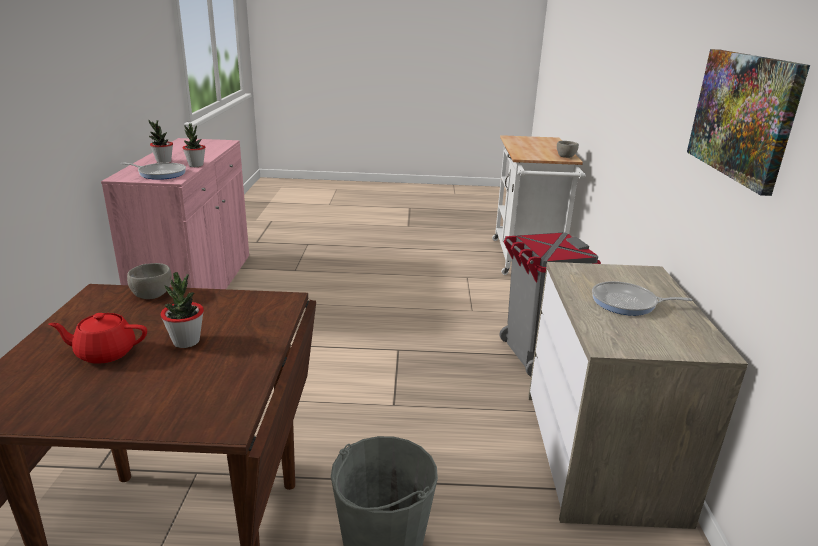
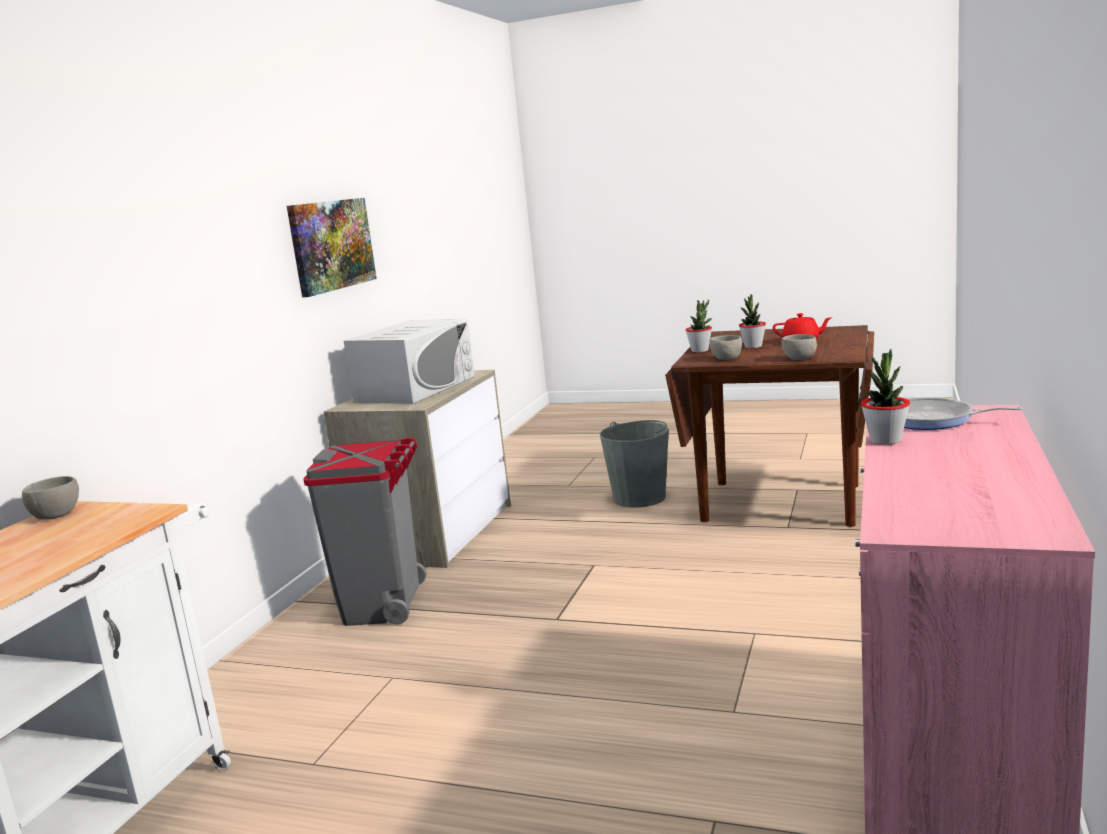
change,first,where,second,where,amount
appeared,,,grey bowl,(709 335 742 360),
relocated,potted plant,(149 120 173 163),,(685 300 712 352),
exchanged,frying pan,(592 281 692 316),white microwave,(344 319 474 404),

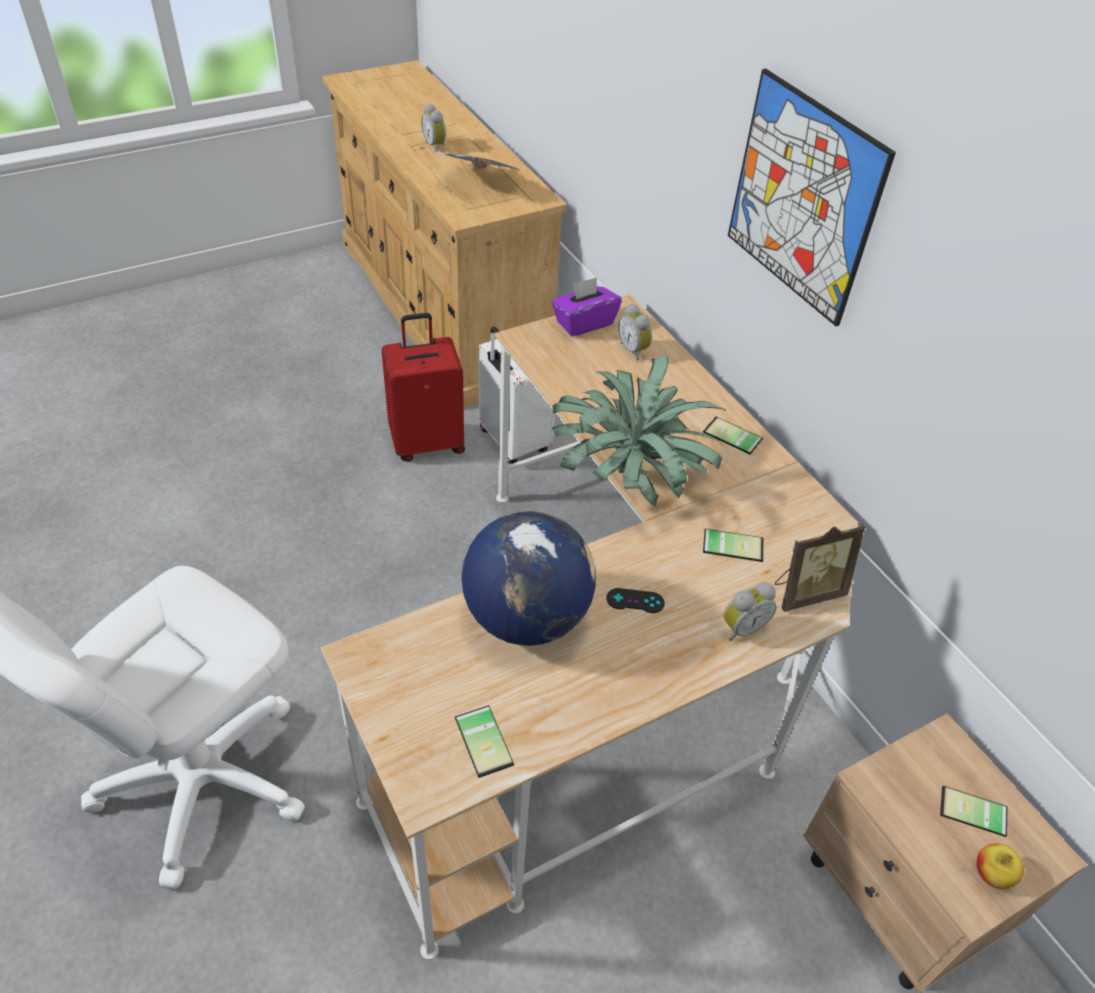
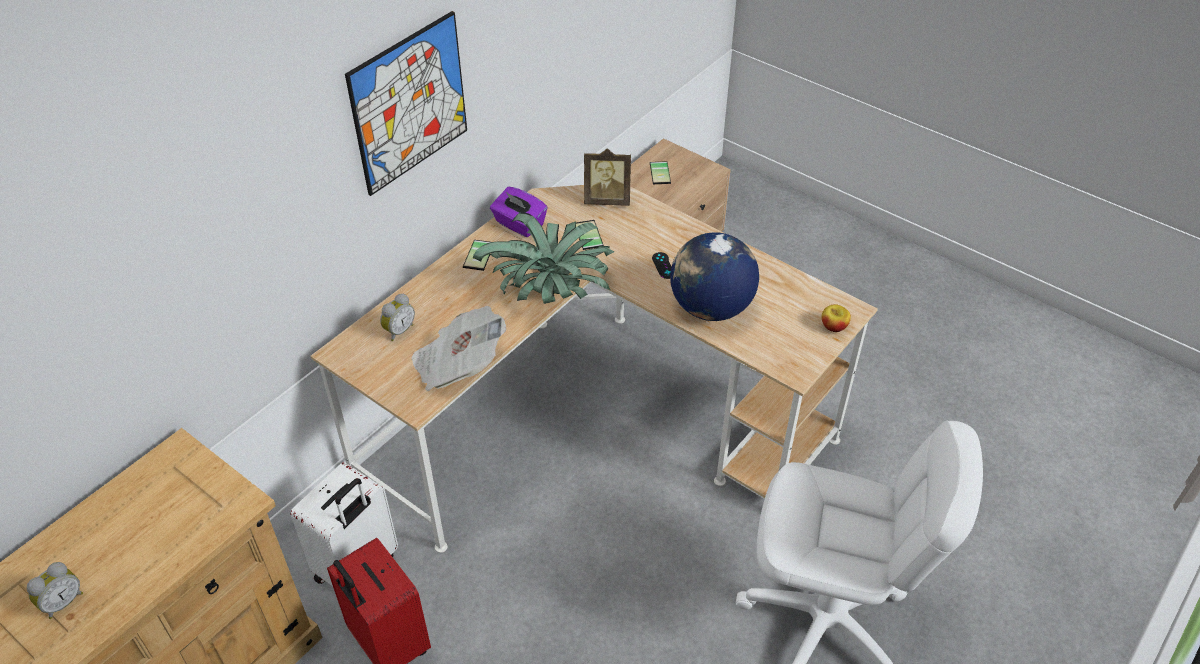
change,first,where,second,where,amount
missing,phone,(455 705 514 778),,,
missing,alarm clock,(724 582 776 641),,,
relocated,newspaper,(434 151 520 170),,(411 306 506 391),
relocated,purple tissue box,(552 277 622 336),,(490 187 548 237),
relocated,apple,(977 843 1024 889),,(822 304 851 332),
spun,picture frame,(774 524 865 612),,(584 149 631 206),135 degrees clockwise

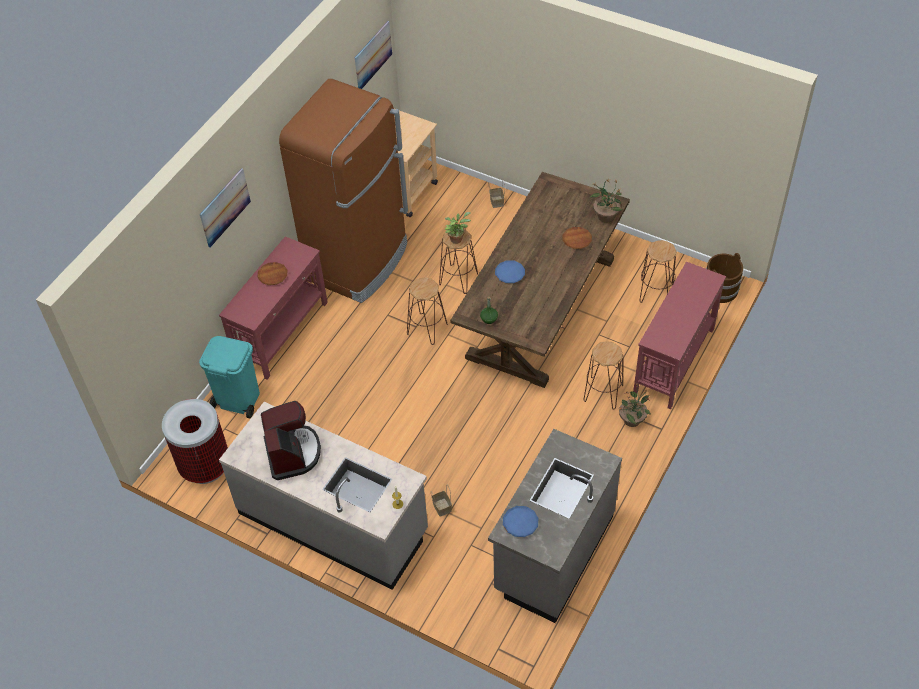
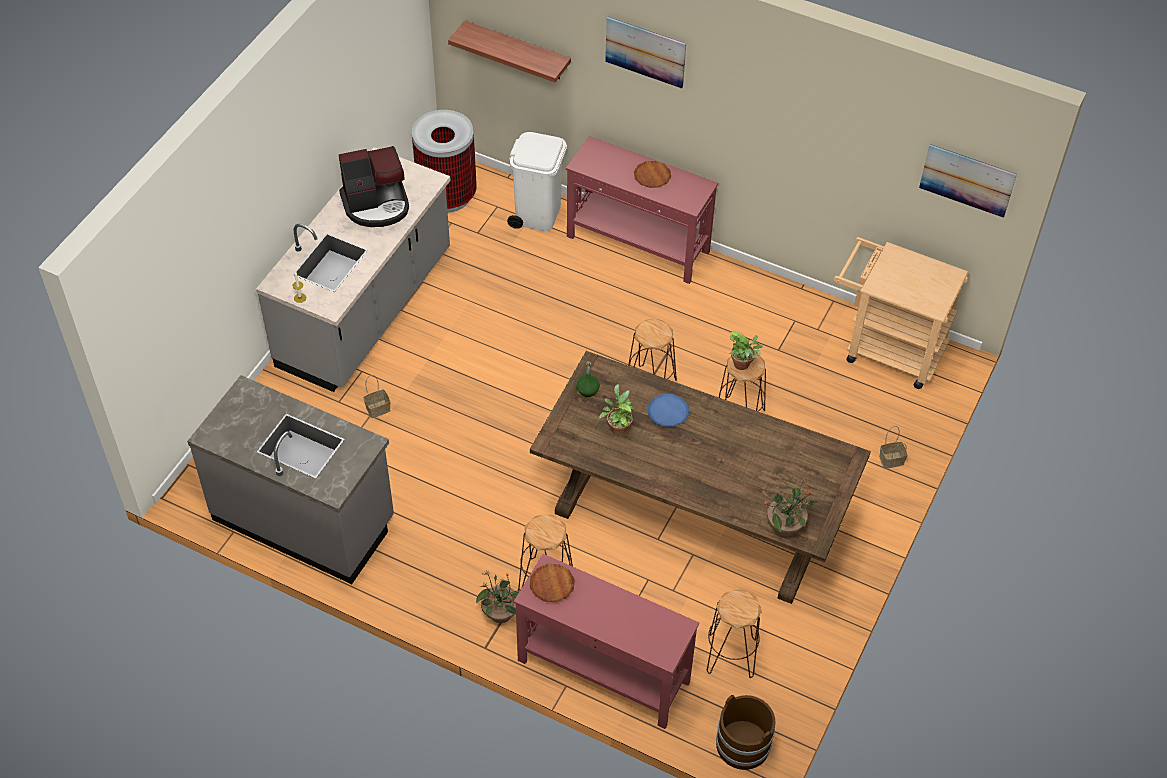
change,first,where,second,where,amount
missing,brown fridge,(279 79 408 303),,,
missing,blue plate,(503 506 538 537),,,
appeared,,,shelf,(448 21 571 82),
appeared,,,potted plant,(599 384 634 436),
relocated,brown plate,(562 227 592 249),,(530 564 575 602),
colour,turquoise trash can,(199 336 260 418),white trash can,(507 132 567 231),

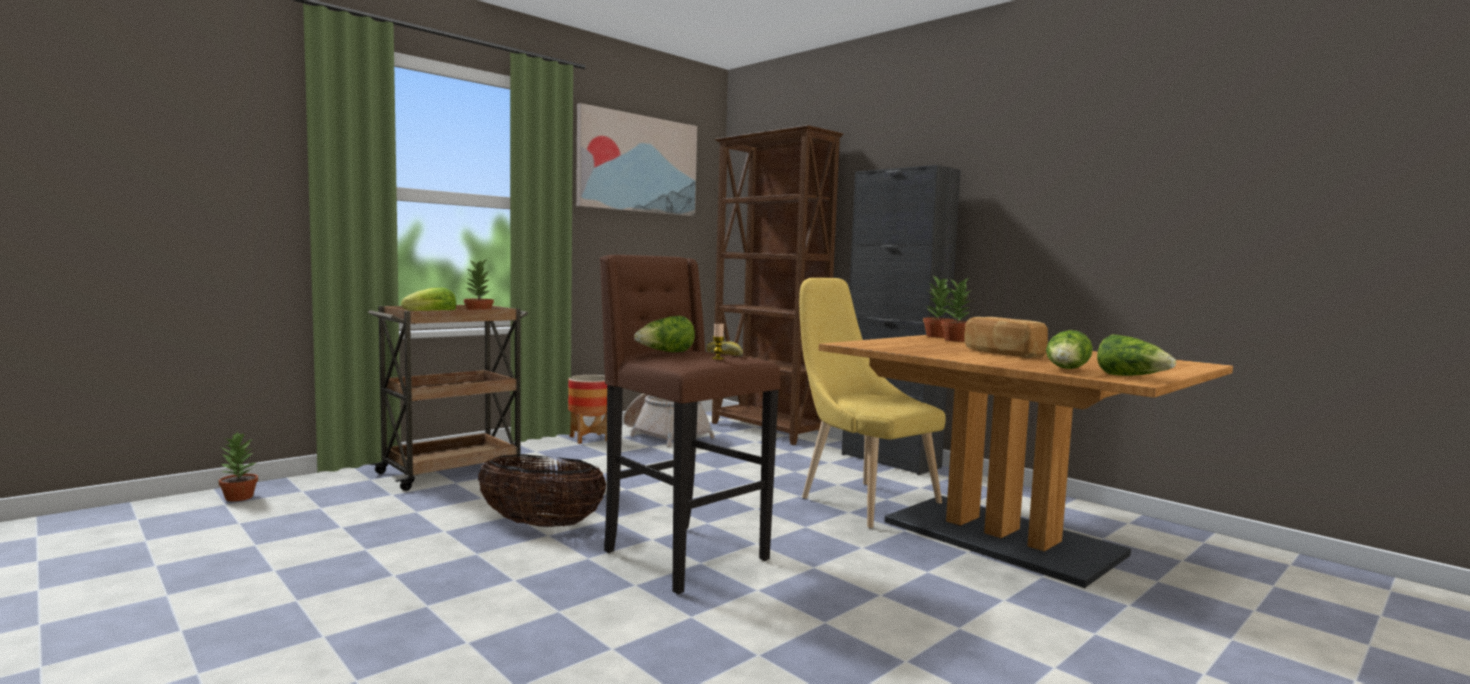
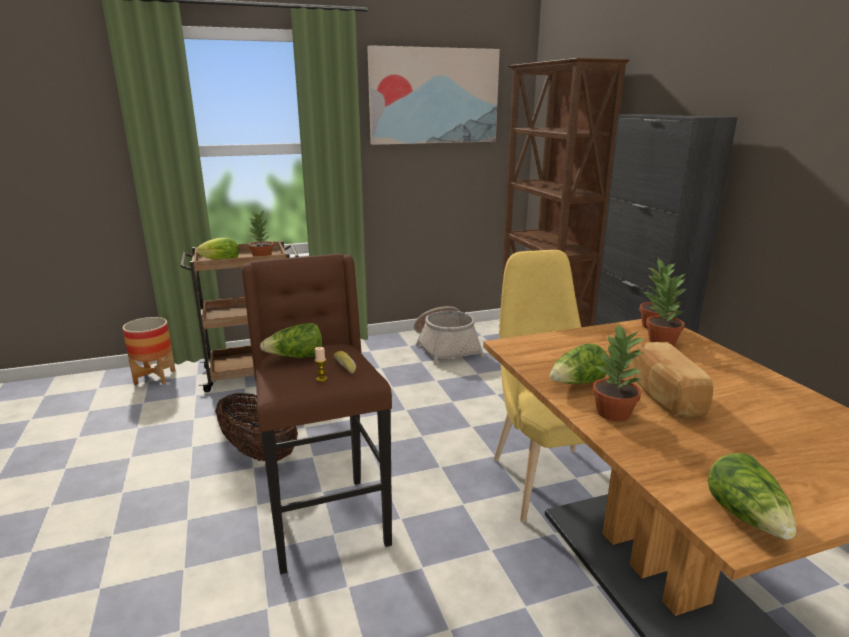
change,first,where,second,where,amount
relocated,potted plant,(219 432 258 501),,(592 324 645 421),
relocated,planter,(568 375 607 444),,(122 317 176 385),
relocated,lettuce,(1046 330 1093 369),,(550 344 608 384),

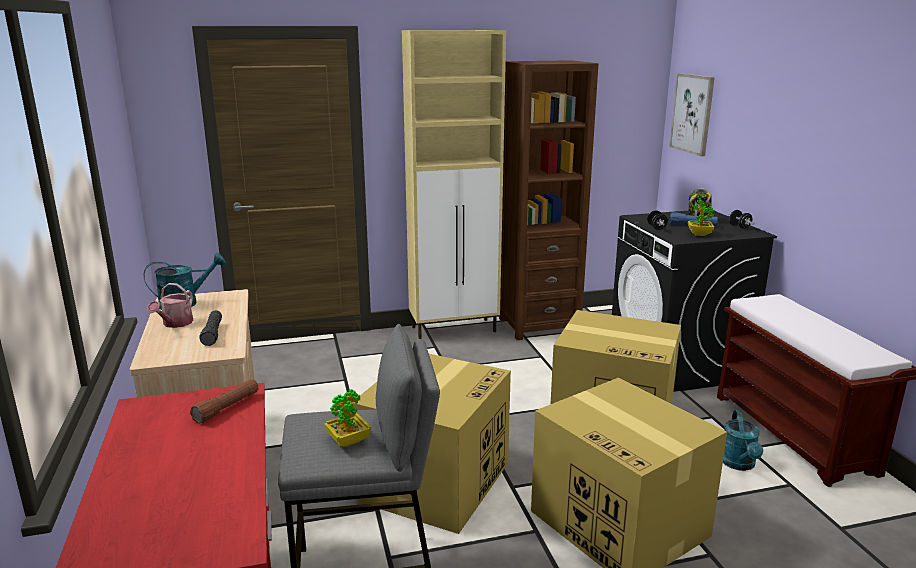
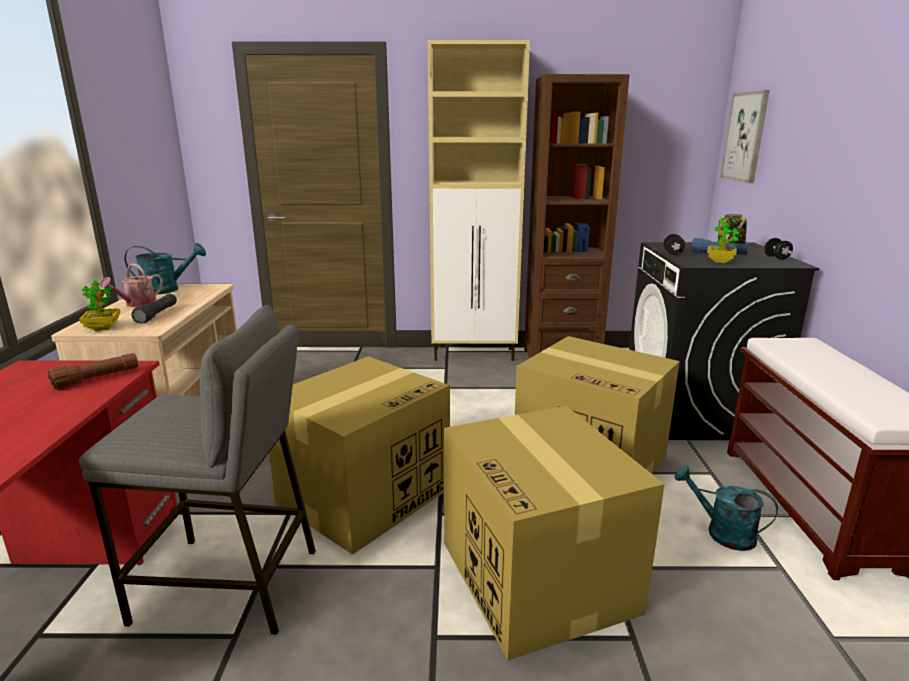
change,first,where,second,where,amount
relocated,potted plant,(324 389 371 447),,(79 280 121 331),
spun,turquoise watering can,(723 410 763 471),,(674 466 778 551),105 degrees clockwise

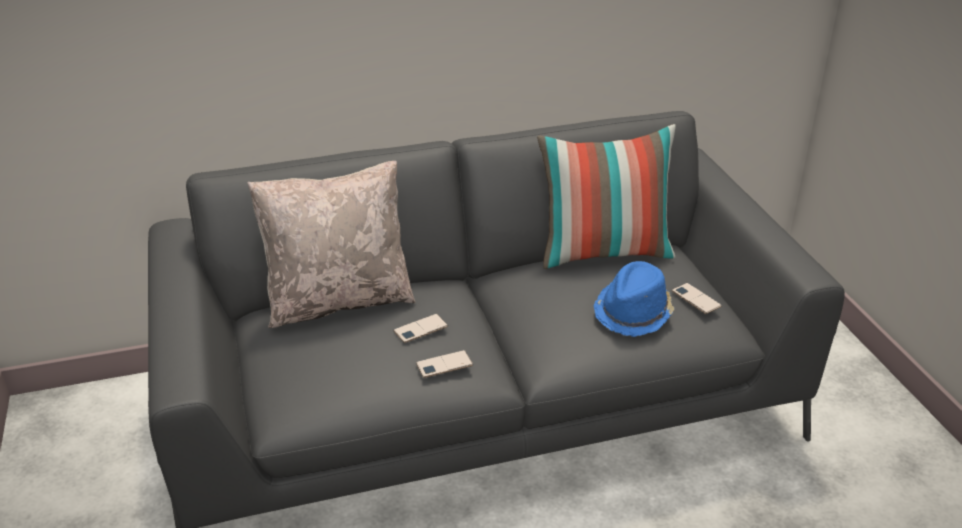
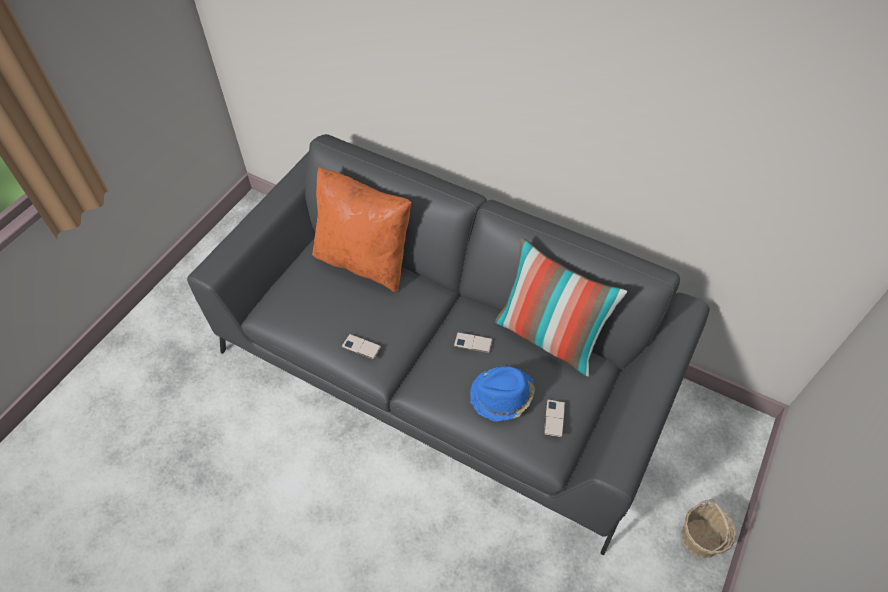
change,first,where,second,where,amount
appeared,,,basket,(681 499 736 558),
relocated,phone,(393 314 448 343),,(454 332 493 353),
colour,beige pillow,(247 161 416 328),orange pillow,(312 167 412 292),

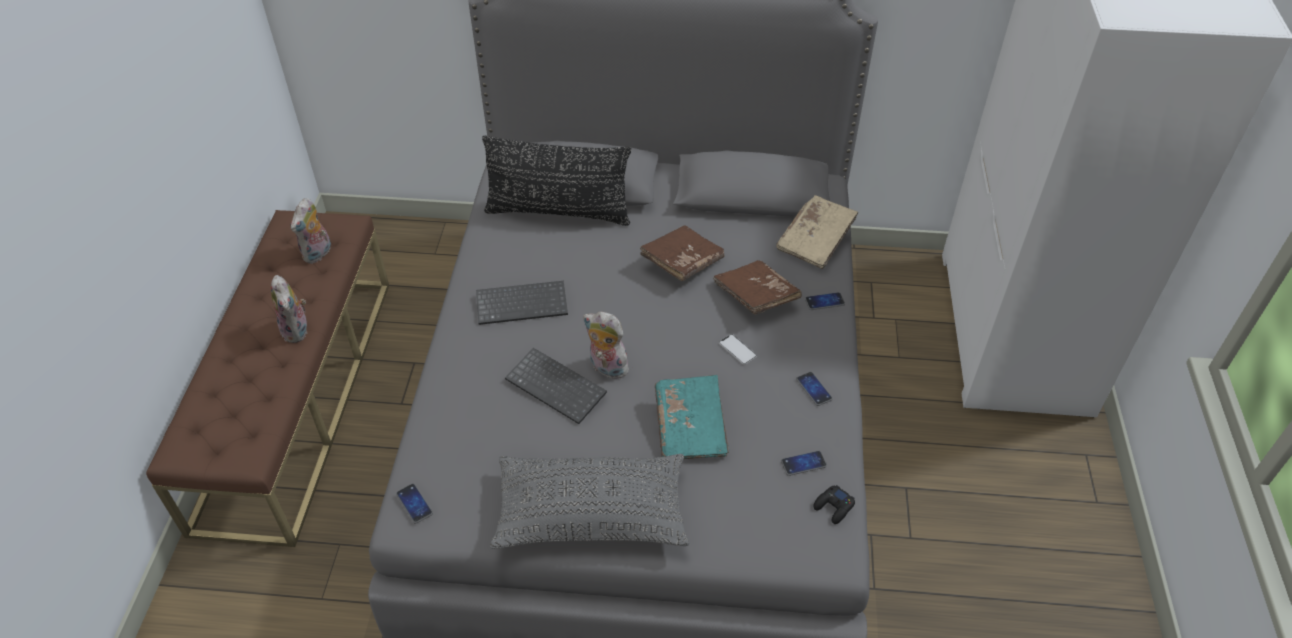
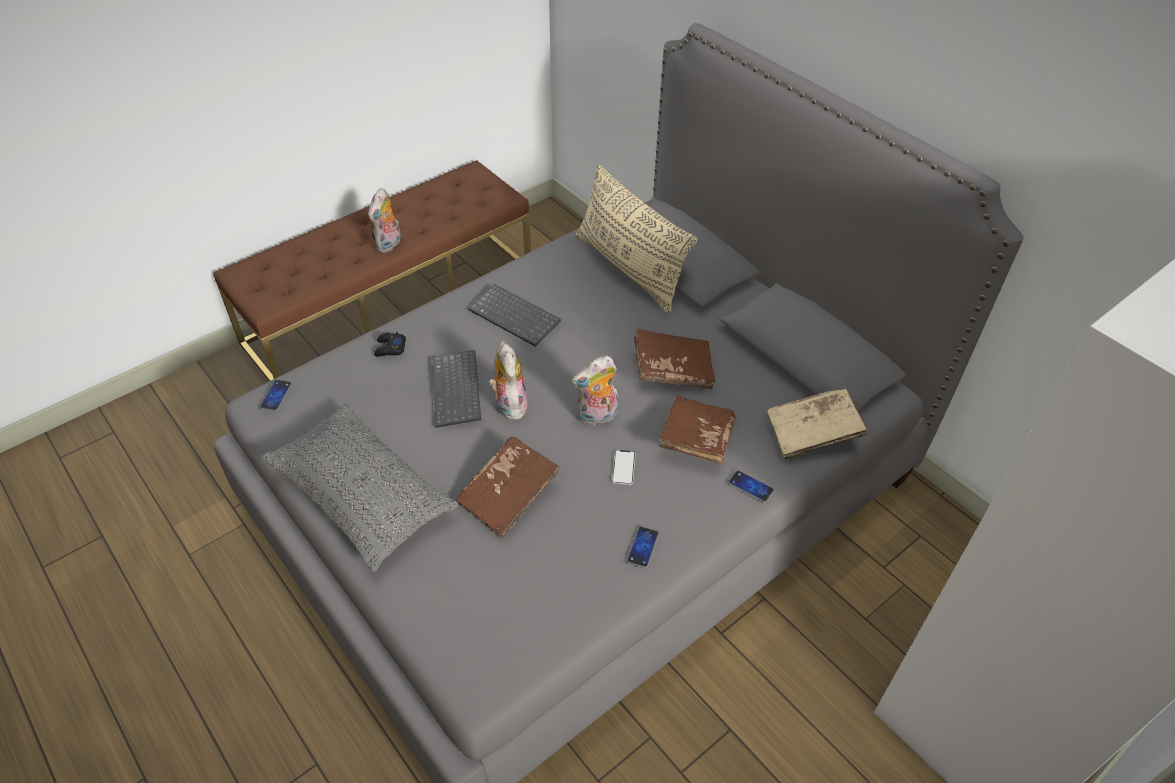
change,first,where,second,where,amount
missing,phone,(781 451 827 476),,,
relocated,plush toy,(290 198 331 264),,(572 356 618 426),
relocated,black game controller,(813 485 855 524),,(374 332 406 356),
colour,black pillow,(482 136 632 226),beige pillow,(576 165 698 313),
colour,turquoise book,(655 375 729 459),brown book,(456 437 560 538),

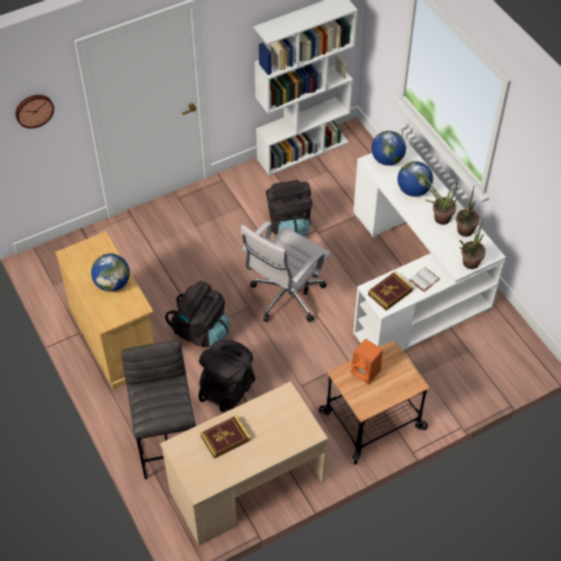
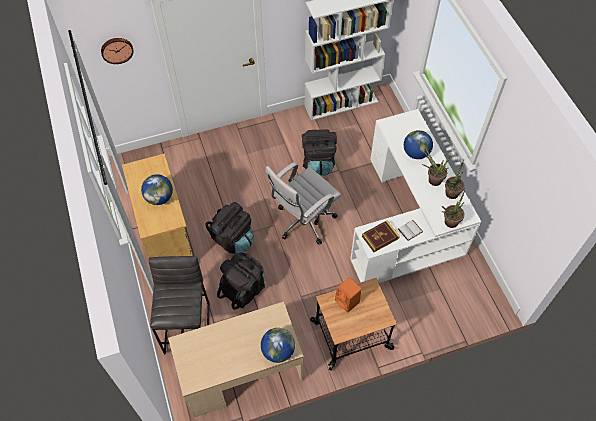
change,first,where,second,where,amount
missing,book,(200 415 251 459),,,
relocated,globe,(371 131 406 166),,(261 328 295 363),

